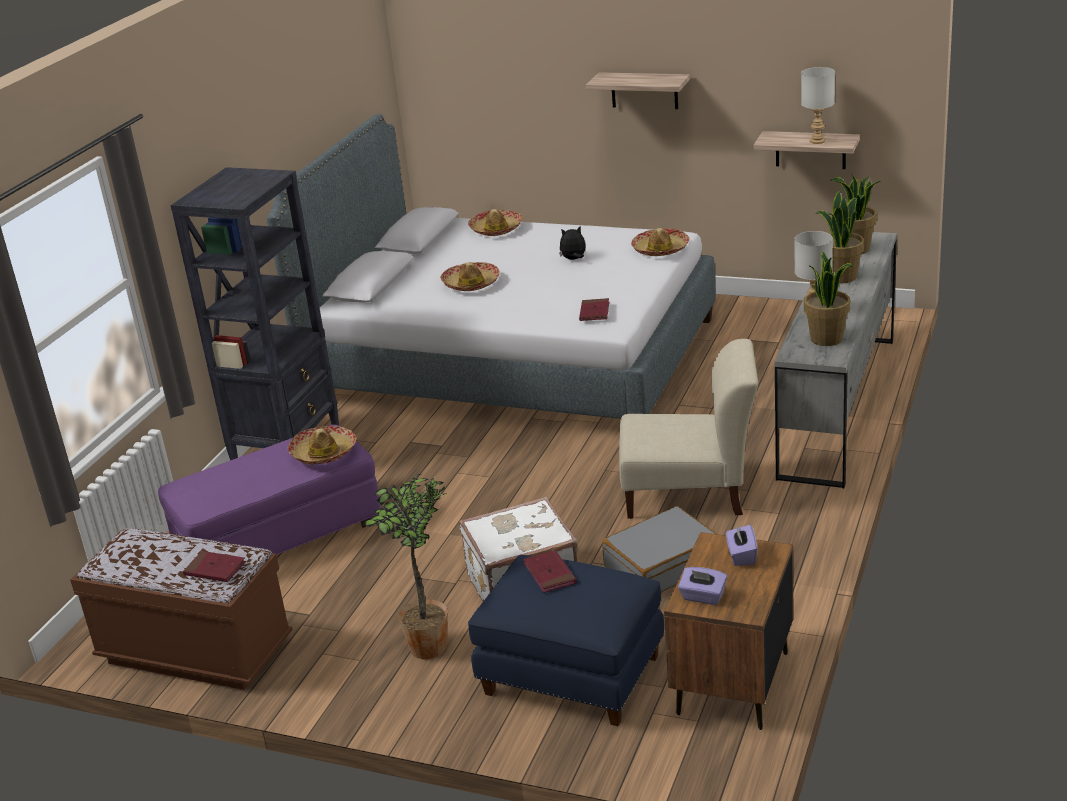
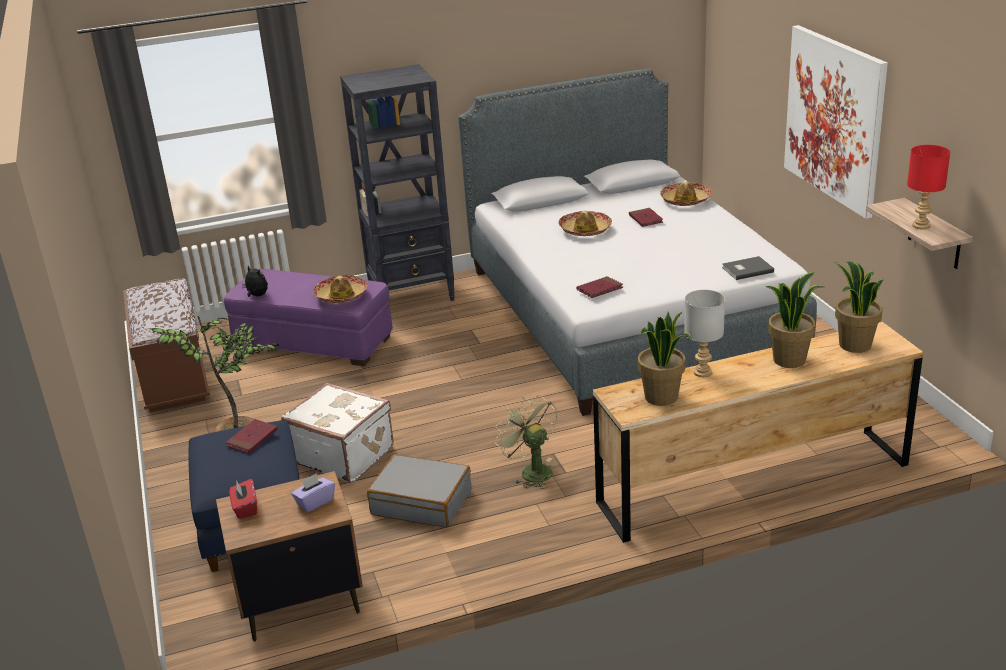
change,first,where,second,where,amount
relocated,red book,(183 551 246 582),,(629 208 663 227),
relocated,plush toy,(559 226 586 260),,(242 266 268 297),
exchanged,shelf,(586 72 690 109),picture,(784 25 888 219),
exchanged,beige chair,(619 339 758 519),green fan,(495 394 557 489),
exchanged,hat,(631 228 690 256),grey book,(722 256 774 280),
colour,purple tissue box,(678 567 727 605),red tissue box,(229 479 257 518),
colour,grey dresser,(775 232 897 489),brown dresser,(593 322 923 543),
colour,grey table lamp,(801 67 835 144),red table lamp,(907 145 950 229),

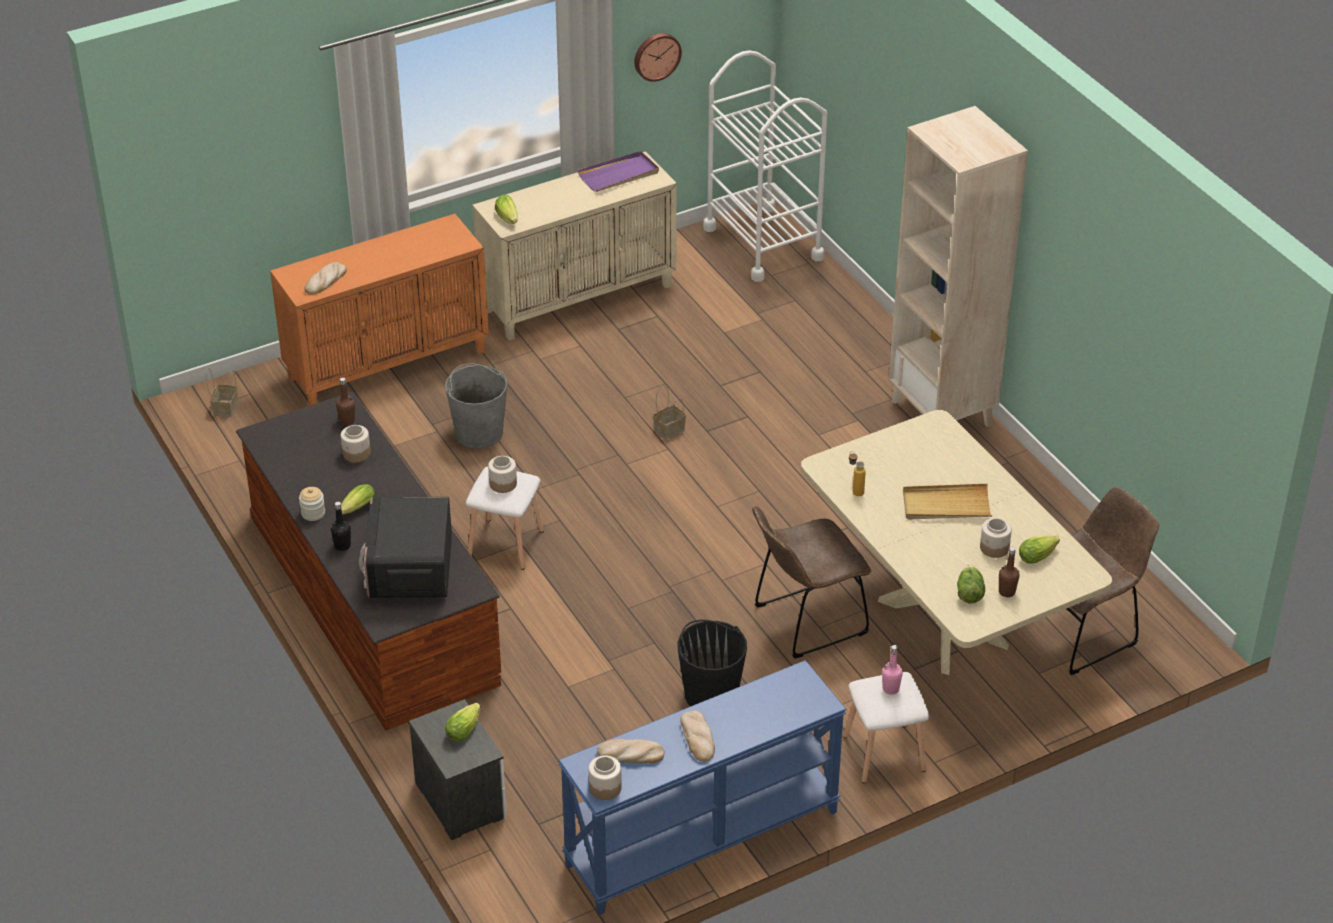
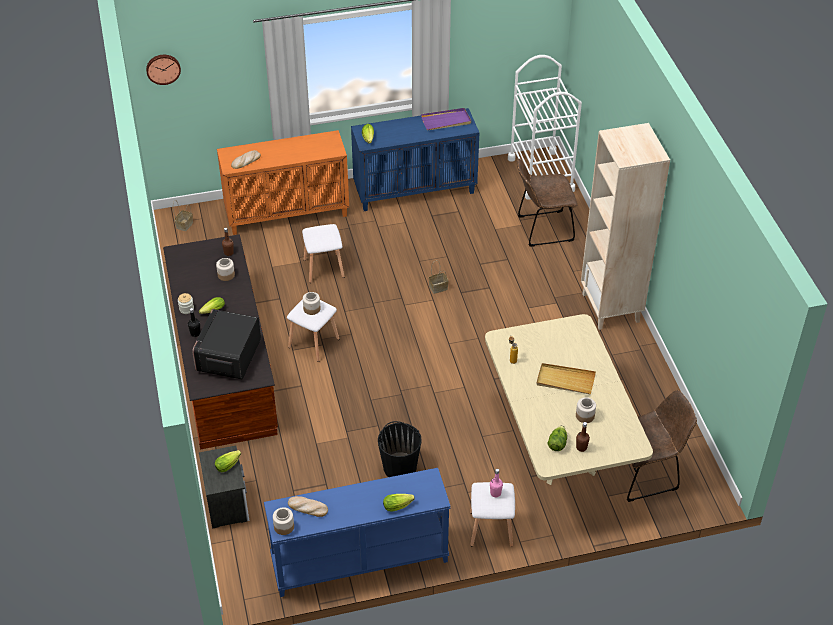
change,first,where,second,where,amount
missing,bread,(680 711 715 762),,,
relocated,wall clock,(634 33 682 82),,(146 55 181 85),
relocated,brown chair,(752 506 871 659),,(517 158 577 247),
relocated,lettuce,(1019 535 1060 564),,(383 494 415 512),
exchanged,grey bucket,(445 363 507 449),white stool,(302 224 345 283),
colour,beige cabinet,(473 151 677 340),blue cabinet,(351 108 479 211),

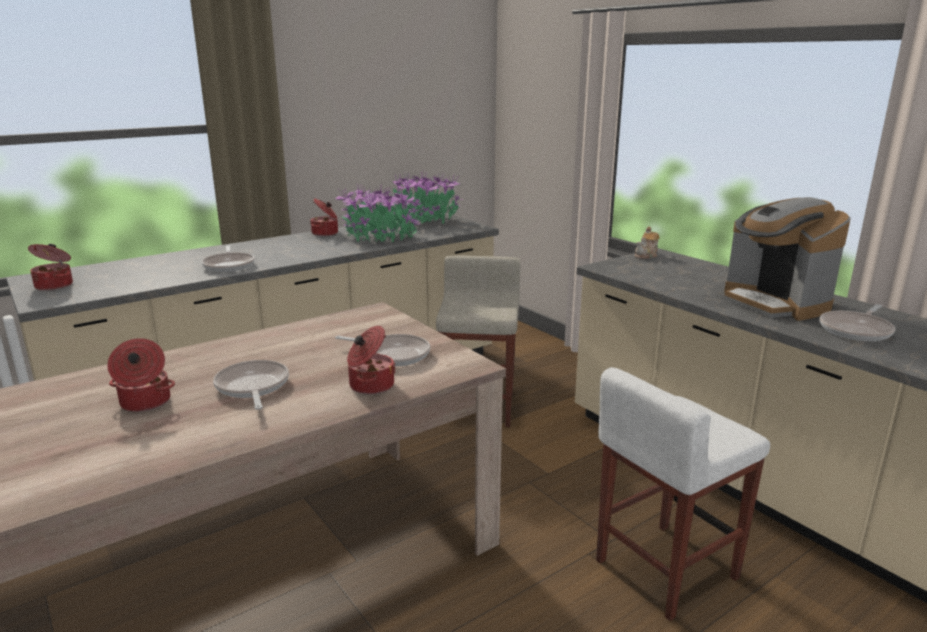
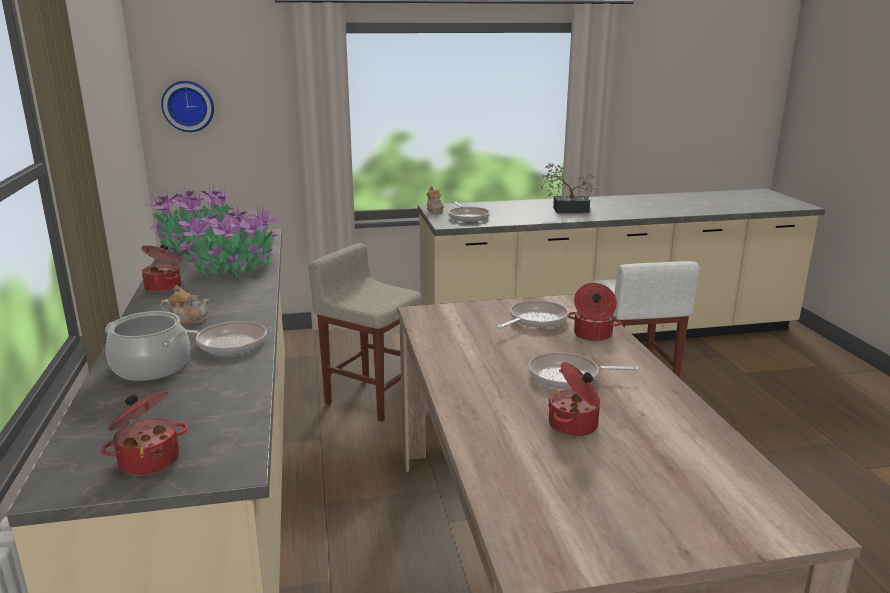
change,first,where,second,where,amount
appeared,,,cooking pot,(105 311 190 381),
appeared,,,wall clock,(161 81 214 132),
appeared,,,teapot,(161 285 209 324),
relocated,frying pan,(820 304 895 341),,(448 201 490 222),
exchanged,coffee machine,(724 197 851 321),potted plant,(541 163 599 213),

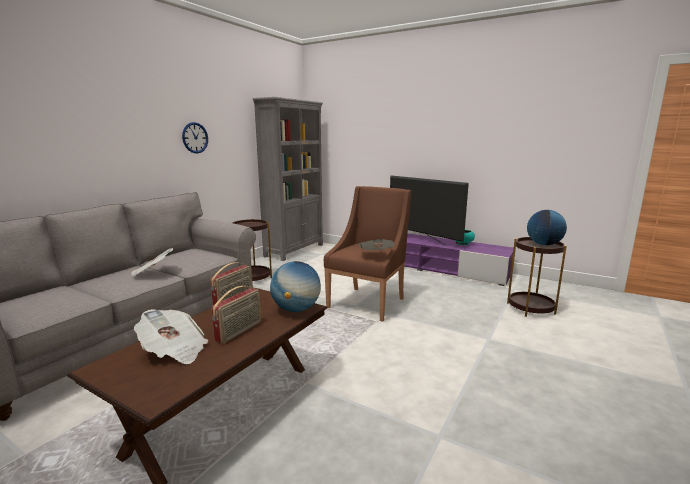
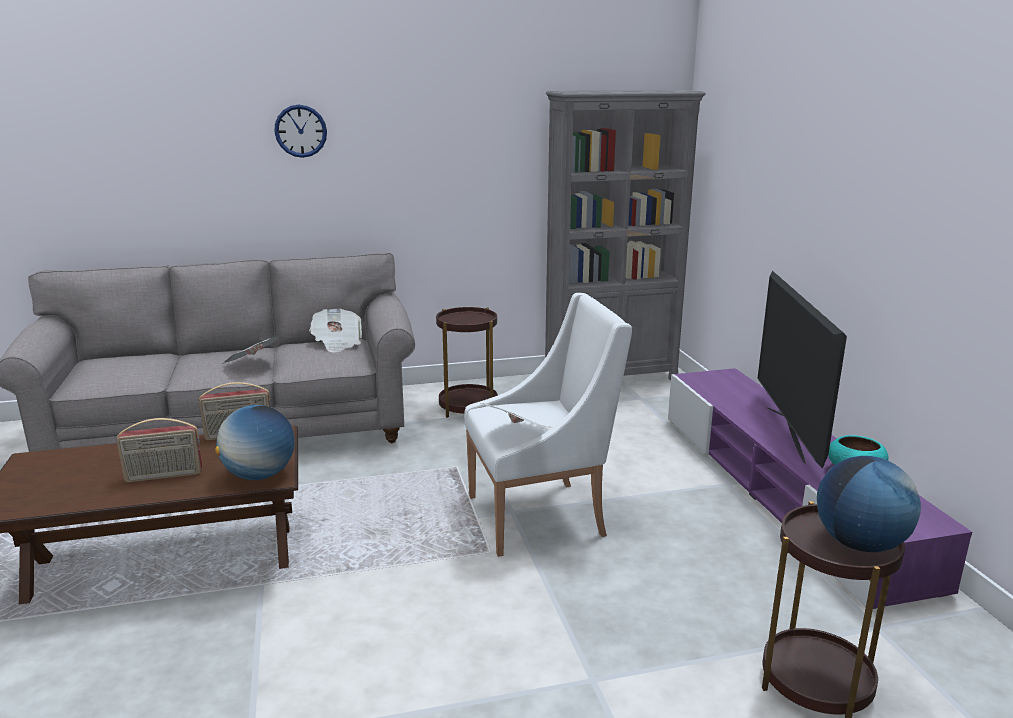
change,first,where,second,where,amount
relocated,newspaper,(134 309 208 364),,(309 309 362 353),
relocated,wall clock,(182 122 208 154),,(274 104 327 158),
colour,brown armchair,(324 186 411 322),white armchair,(464 293 632 557),

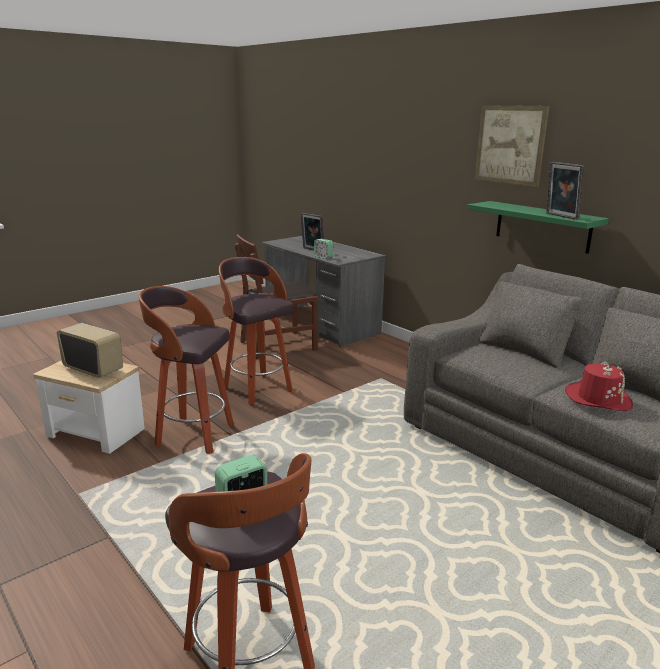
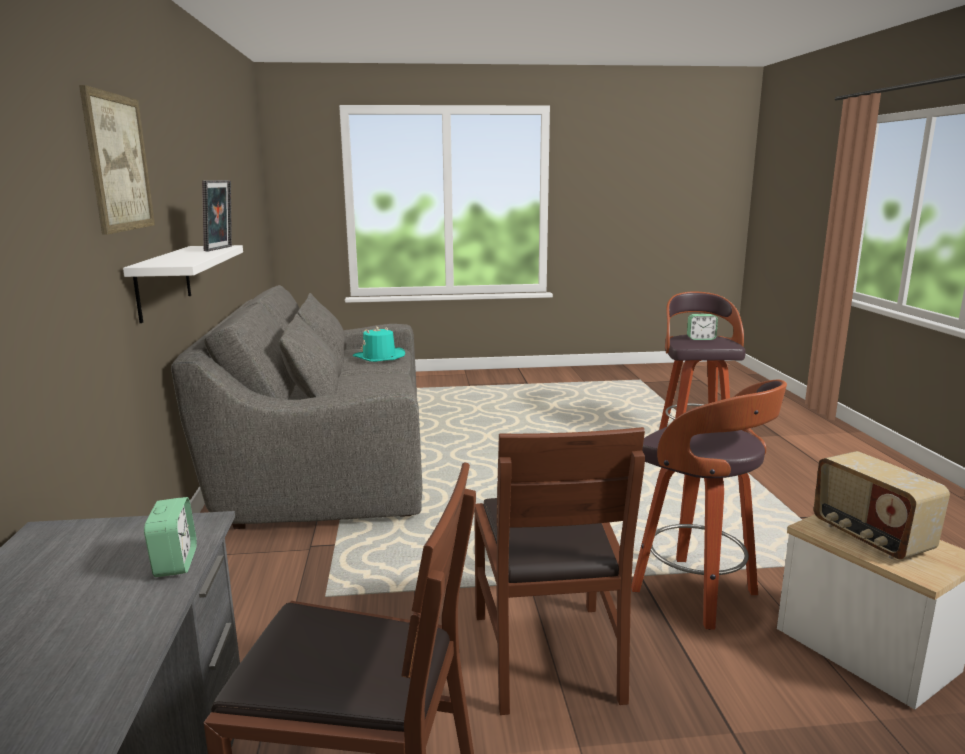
change,first,where,second,where,amount
missing,picture frame,(301 213 324 250),,,
exchanged,stool,(219 257 293 405),brown chair,(474 427 645 715),
colour,green shelf,(467 201 609 254),white shelf,(123 245 243 323),
colour,red hat,(565 362 633 411),turquoise hat,(353 326 405 362),

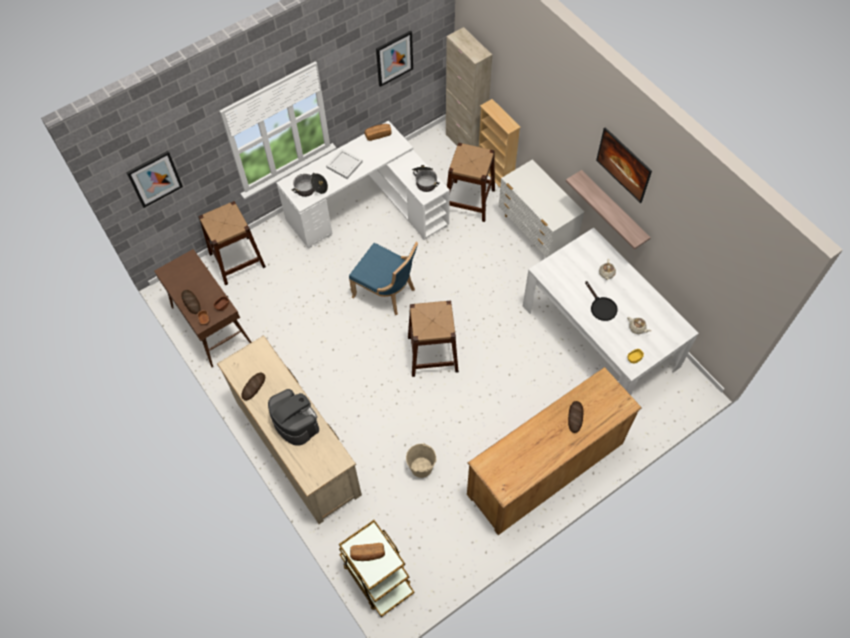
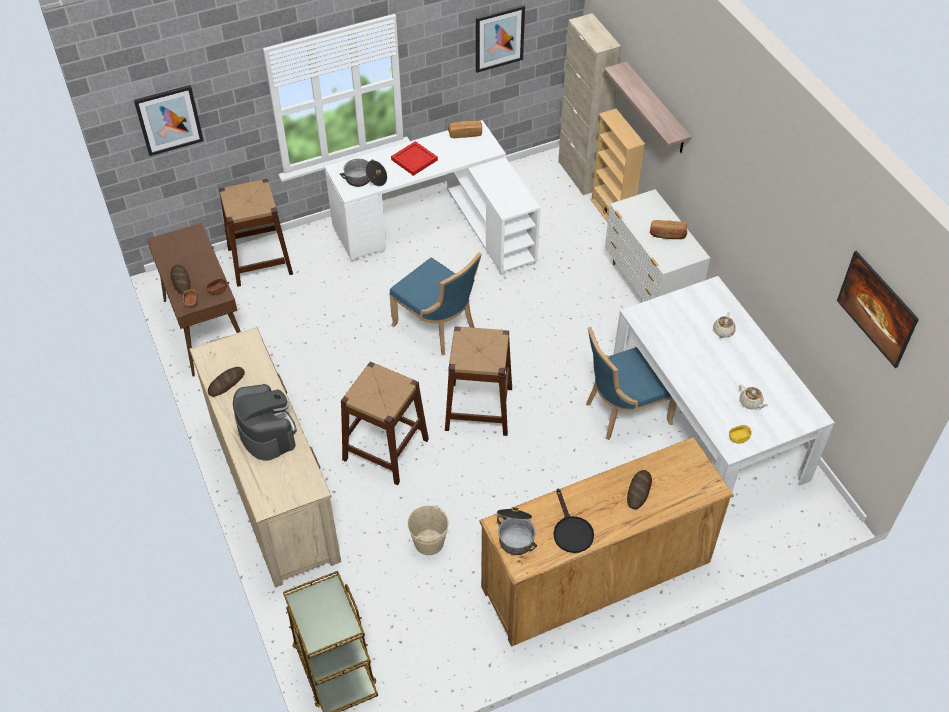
change,first,where,second,where,amount
appeared,,,blue chair,(586 327 677 440),
relocated,bread,(350 543 385 561),,(650 220 687 239),
relocated,cooking pot,(412 165 440 192),,(497 507 537 555),
relocated,brown stool,(447 143 495 222),,(341 362 429 485),
relocated,shelf,(566 170 651 249),,(604 62 691 153),
relocated,black frying pan,(585 281 618 321),,(553 489 594 553),
relocated,picture,(596 127 652 203),,(837 251 919 368),
colour,white tray,(326 149 363 179),red tray,(391 141 438 176),

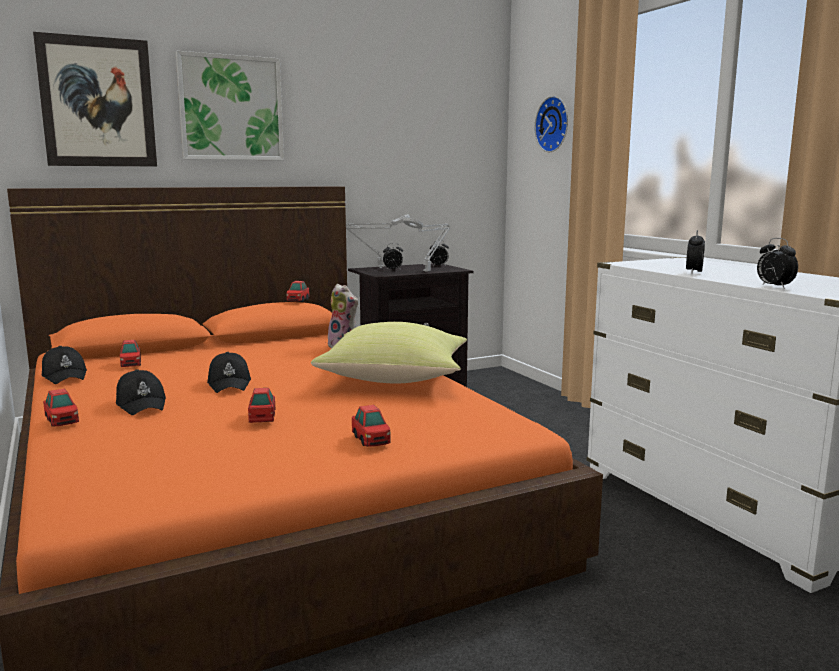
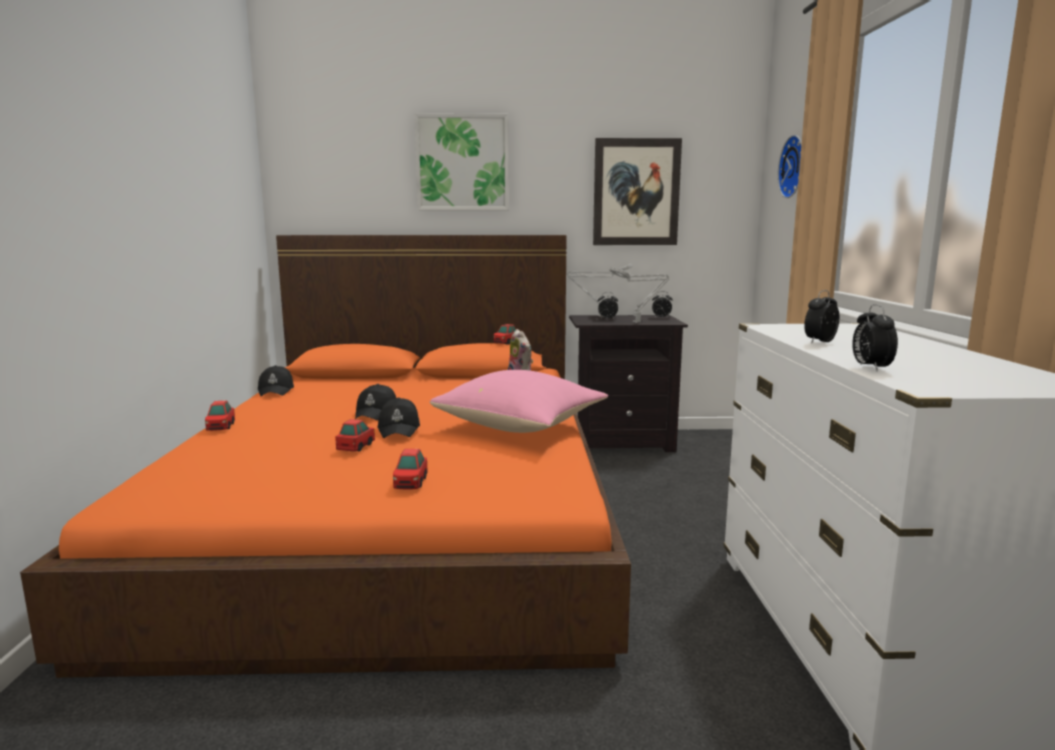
change,first,where,second,where,amount
missing,toy car,(120 340 141 367),,,
relocated,picture,(33 32 157 166),,(593 138 682 245),
relocated,black cap,(116 369 166 415),,(377 397 420 438),
colour,yellow pillow,(311 322 467 384),pink pillow,(430 370 608 433),

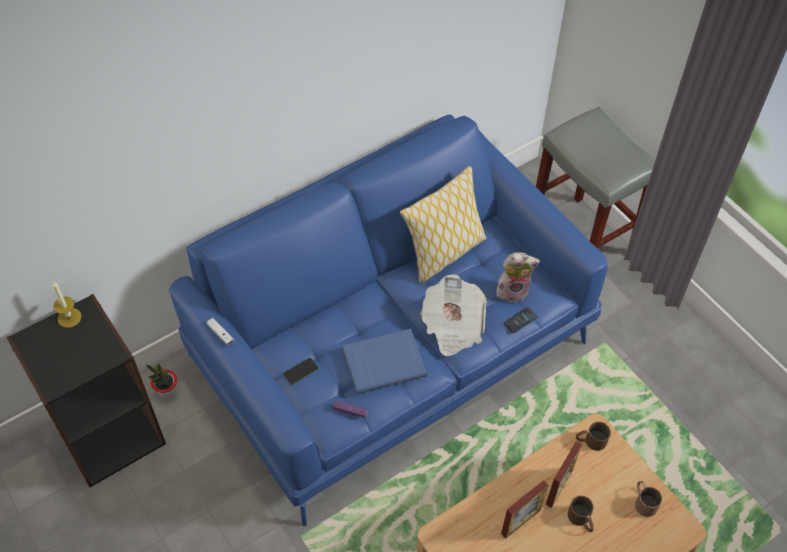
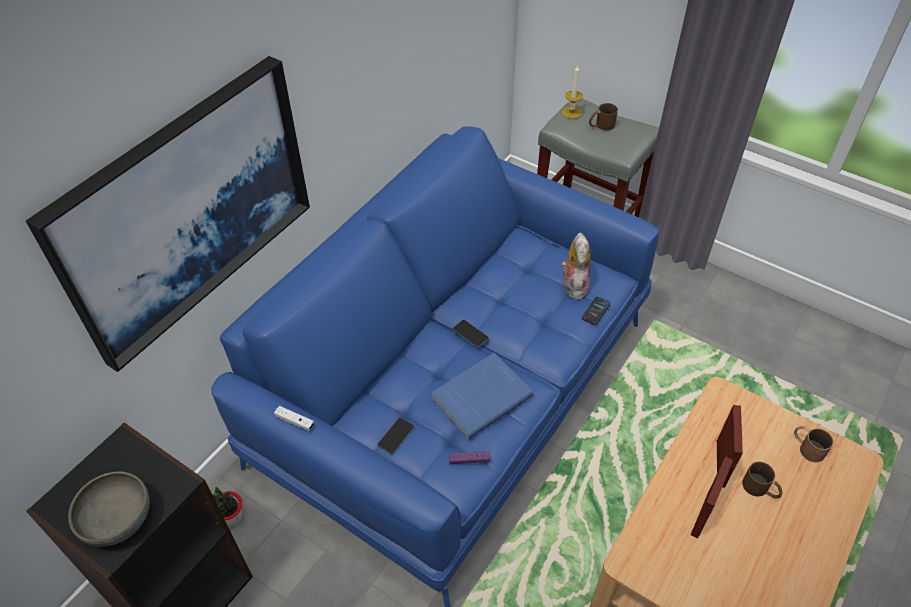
change,first,where,second,where,amount
missing,pillow,(400 166 486 283),,,
missing,newspaper,(420 274 487 356),,,
appeared,,,picture,(26 56 310 372),
appeared,,,grey bowl,(68 472 150 547),
appeared,,,phone,(453 320 489 348),
relocated,candle,(52 282 81 328),,(562 66 583 119),
relocated,brown mug,(576 422 611 451),,(589 103 618 130),
spun,plush toy,(495 252 540 303),,(561 232 591 300),60 degrees counterclockwise

